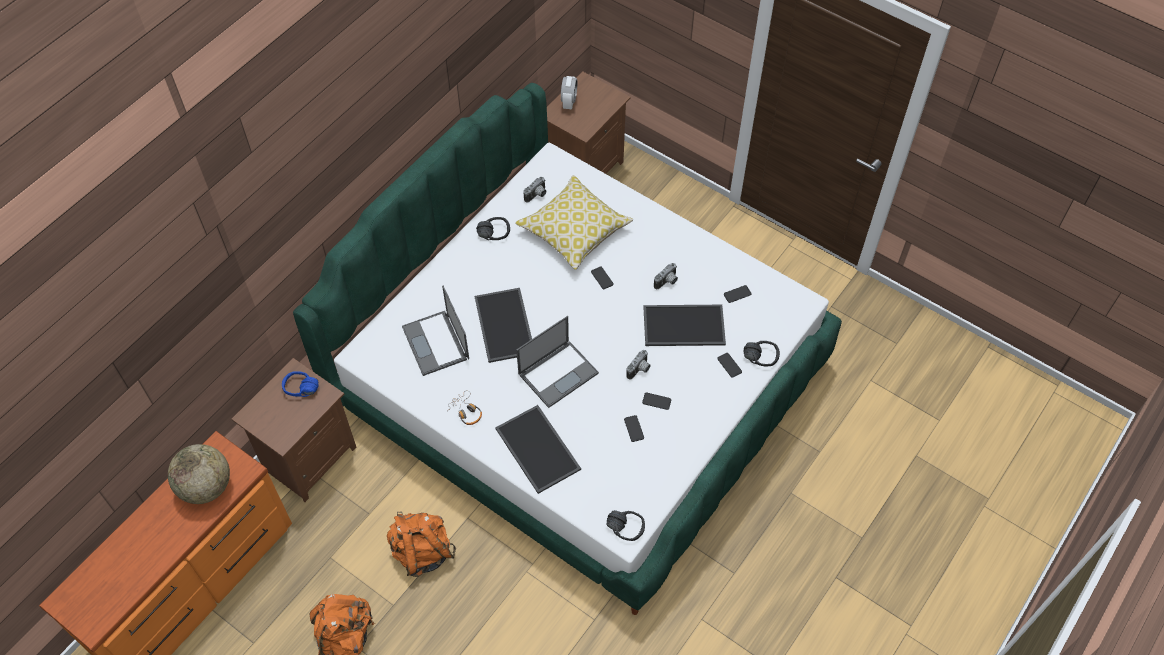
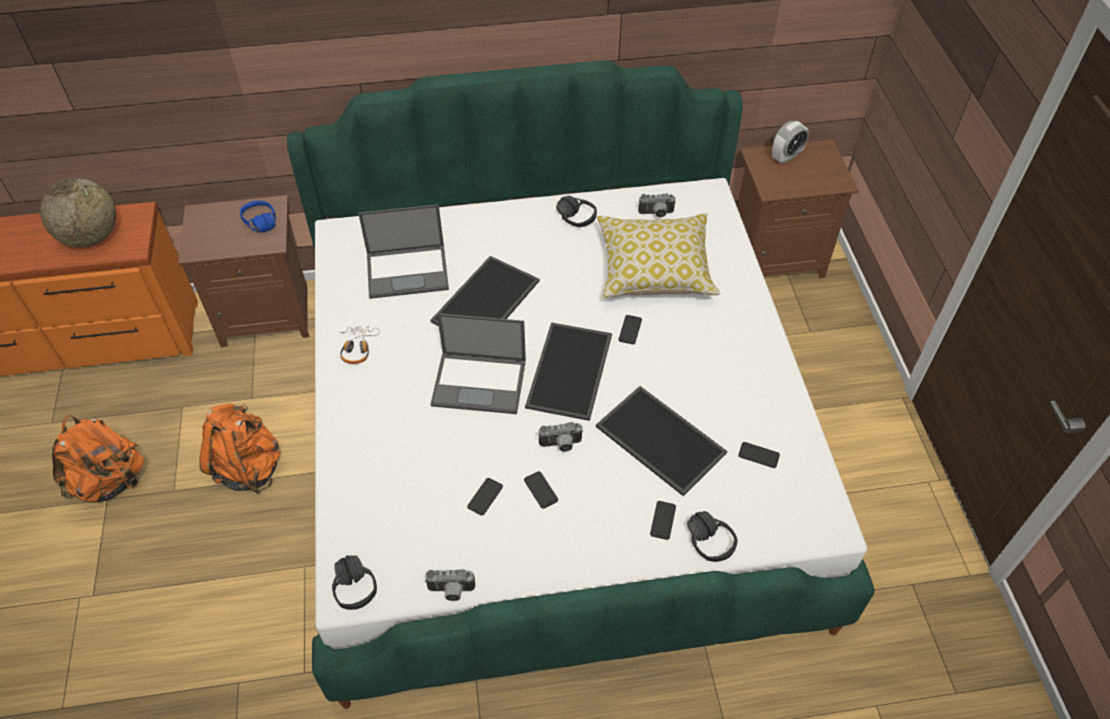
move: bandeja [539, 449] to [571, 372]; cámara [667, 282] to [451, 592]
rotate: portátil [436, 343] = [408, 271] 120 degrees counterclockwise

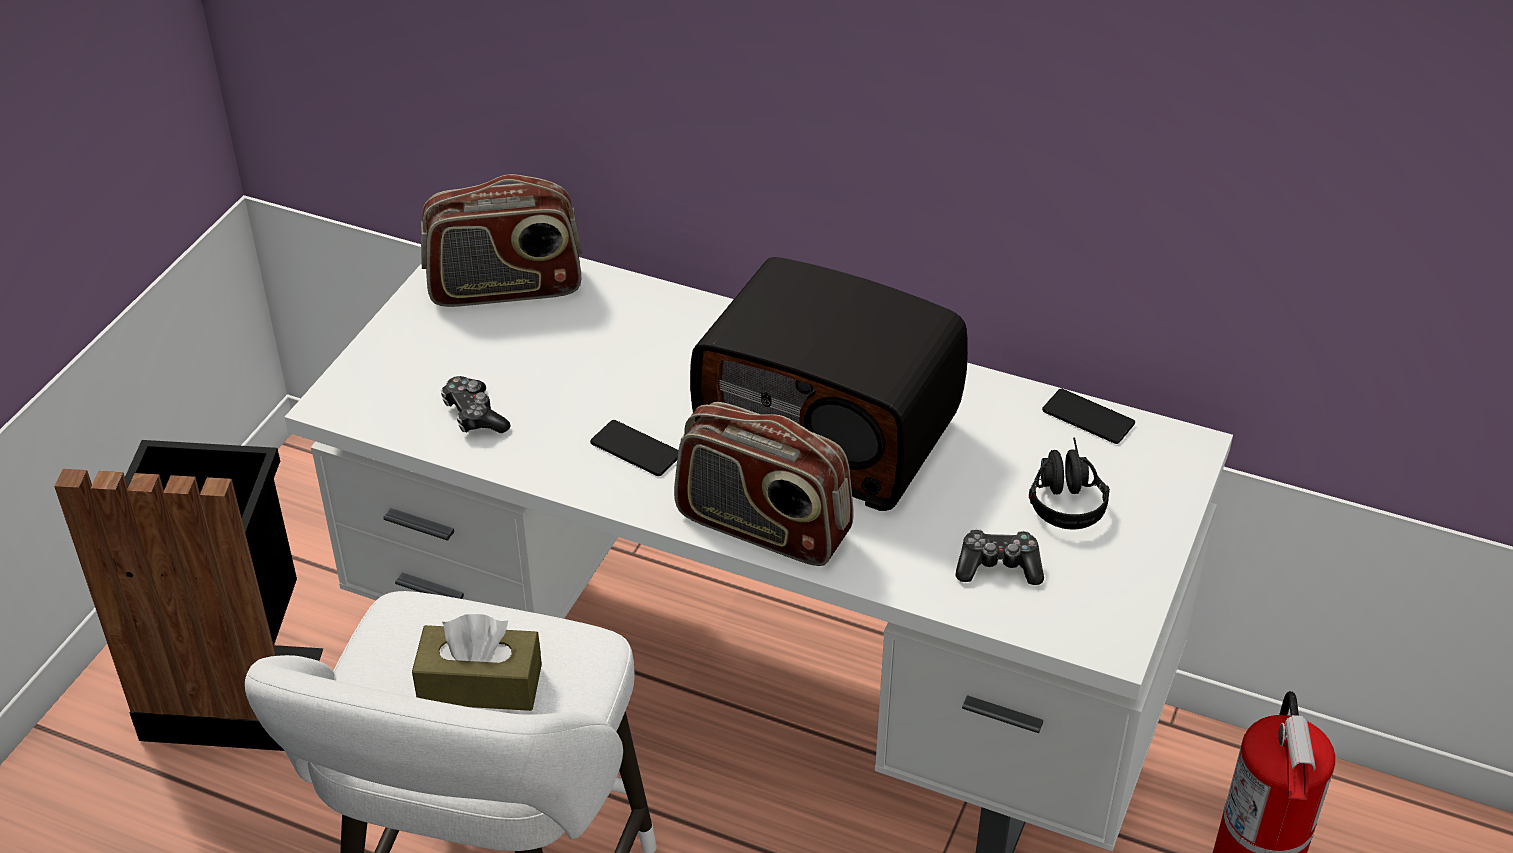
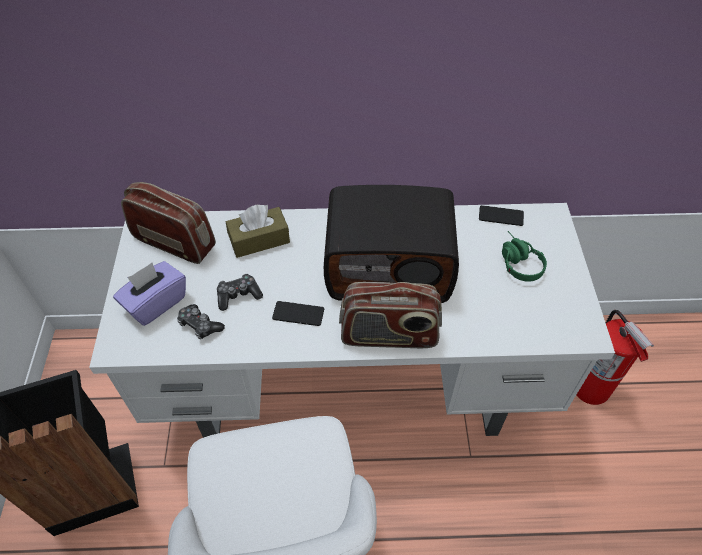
insert: caja de pañuelos/morado [155, 303]
move: caja de pañuelos/marrón [480, 684] to [259, 240]; mando de consola [998, 566] to [238, 295]
recolor: auriculares/negro [1064, 494] to auriculares/verde [516, 261]
rotate: radio [505, 288] = [175, 242] 120 degrees counterclockwise

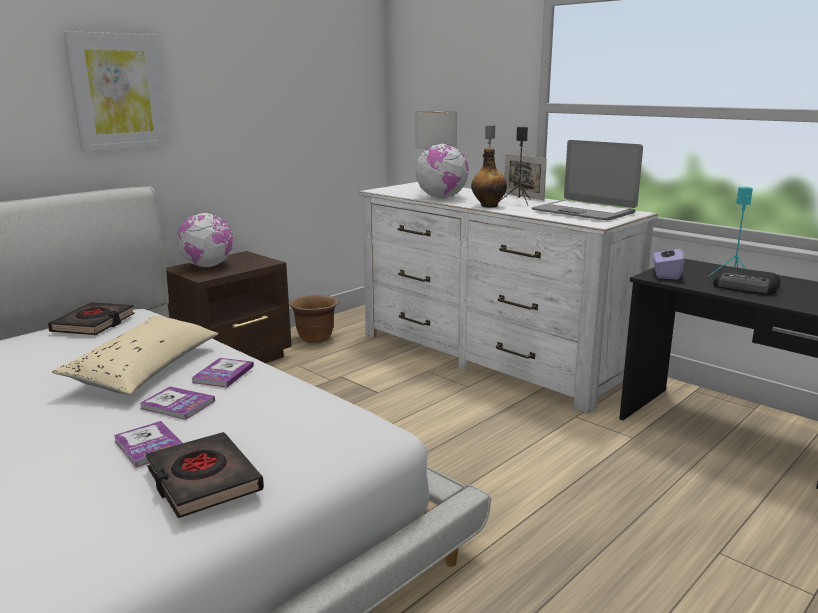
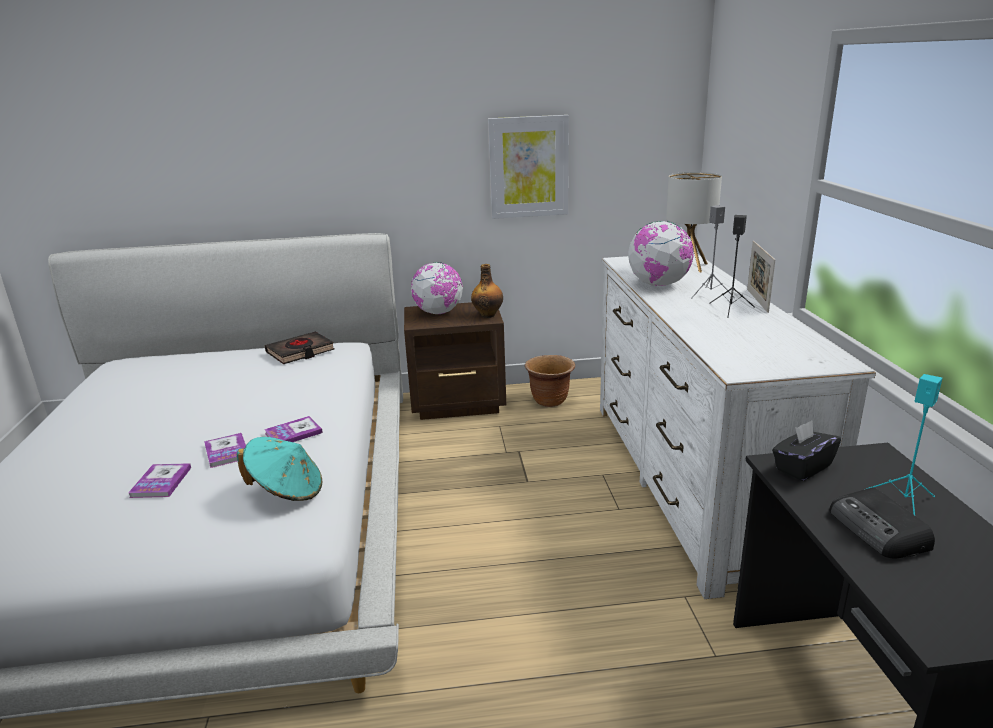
delete: cojín/beis [145, 369]; libro/negro [203, 480]; portátil [584, 212]
insert: sombrero/turquesa [287, 491]
move: cuadro [118, 92] to [528, 167]; botella [488, 206] to [488, 315]
recolor: caja de pañuelos/morado [666, 275] to caja de pañuelos/negro [802, 467]

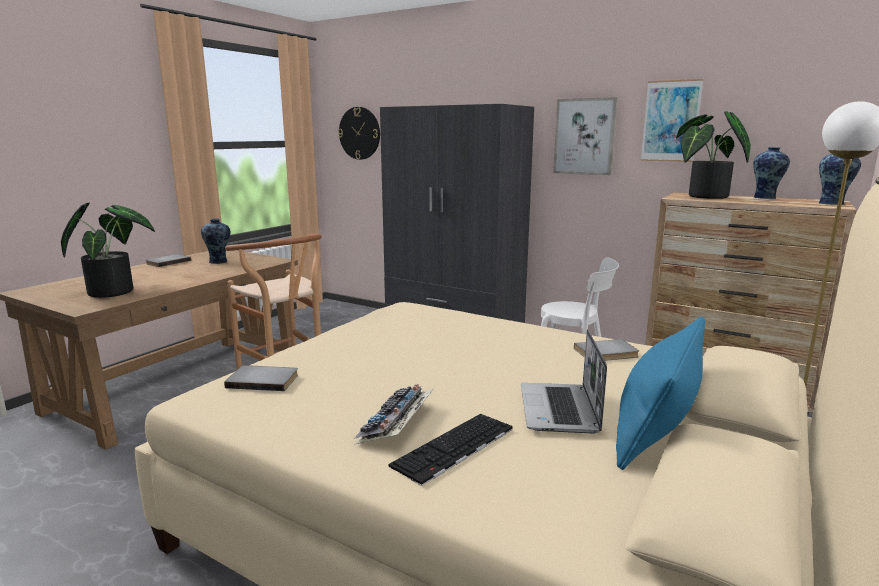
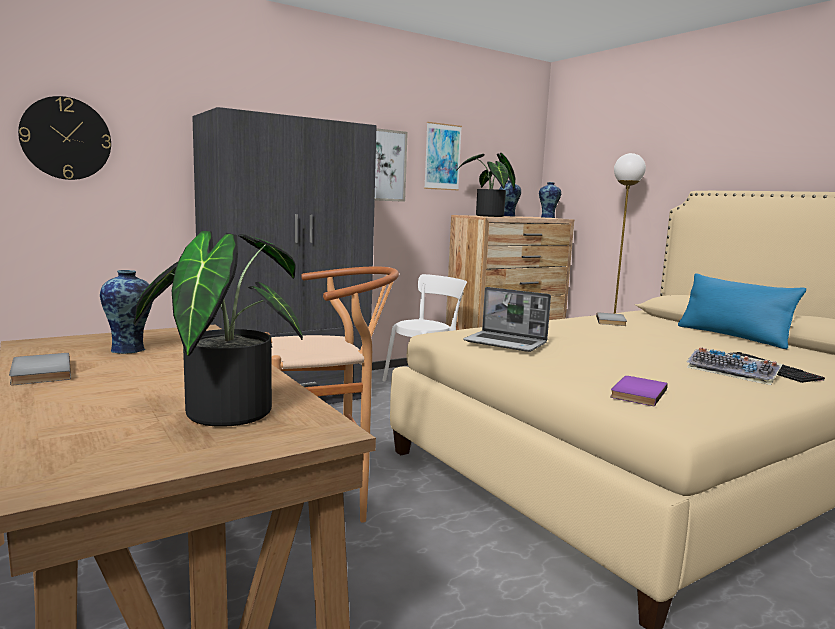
move: portátil [560, 410] to [506, 343]
recolor: libro/gris [263, 380] to libro/morado [636, 393]

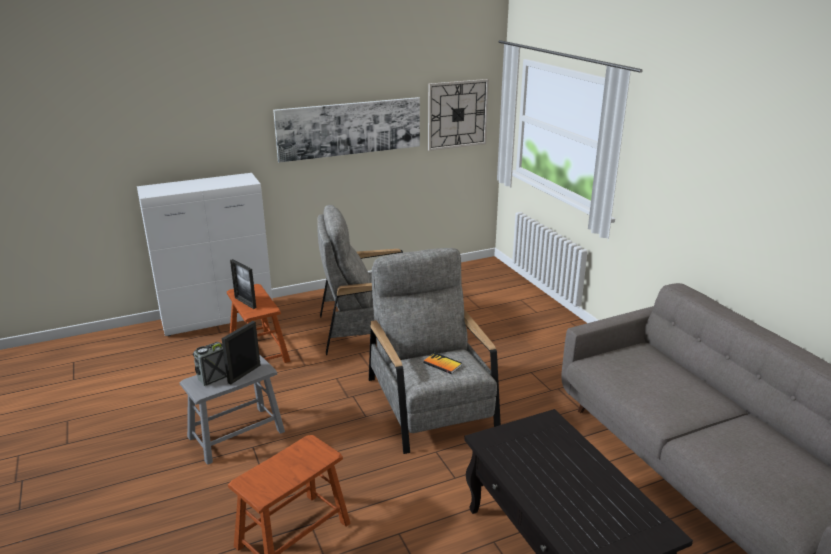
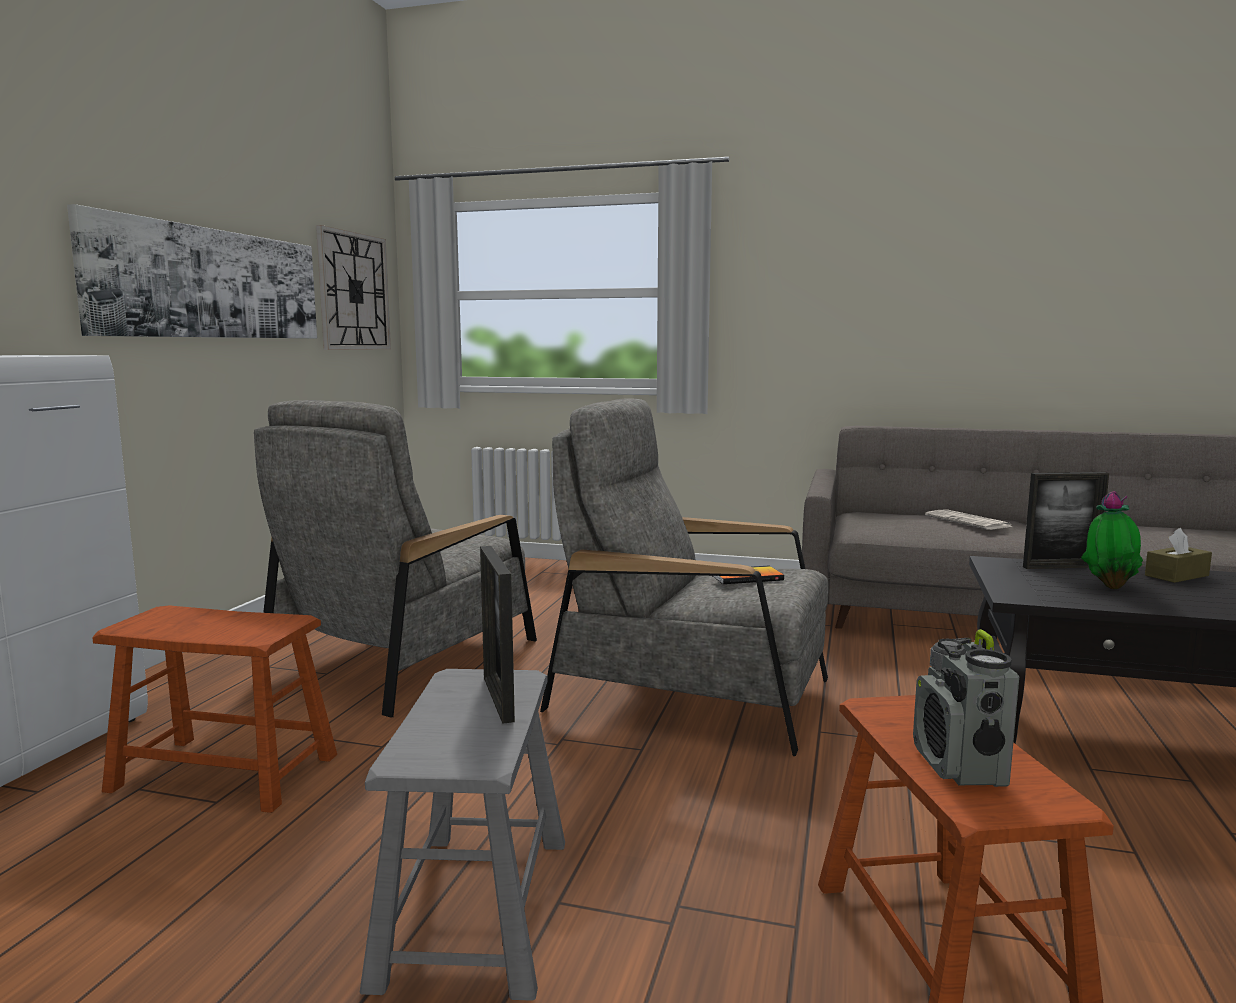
insert: periódico [969, 521]; planta en maceta [1109, 587]; caja de pañuelos/marrón [1176, 575]
move: radio [212, 378] to [959, 766]; portarretratos [245, 303] to [1061, 567]

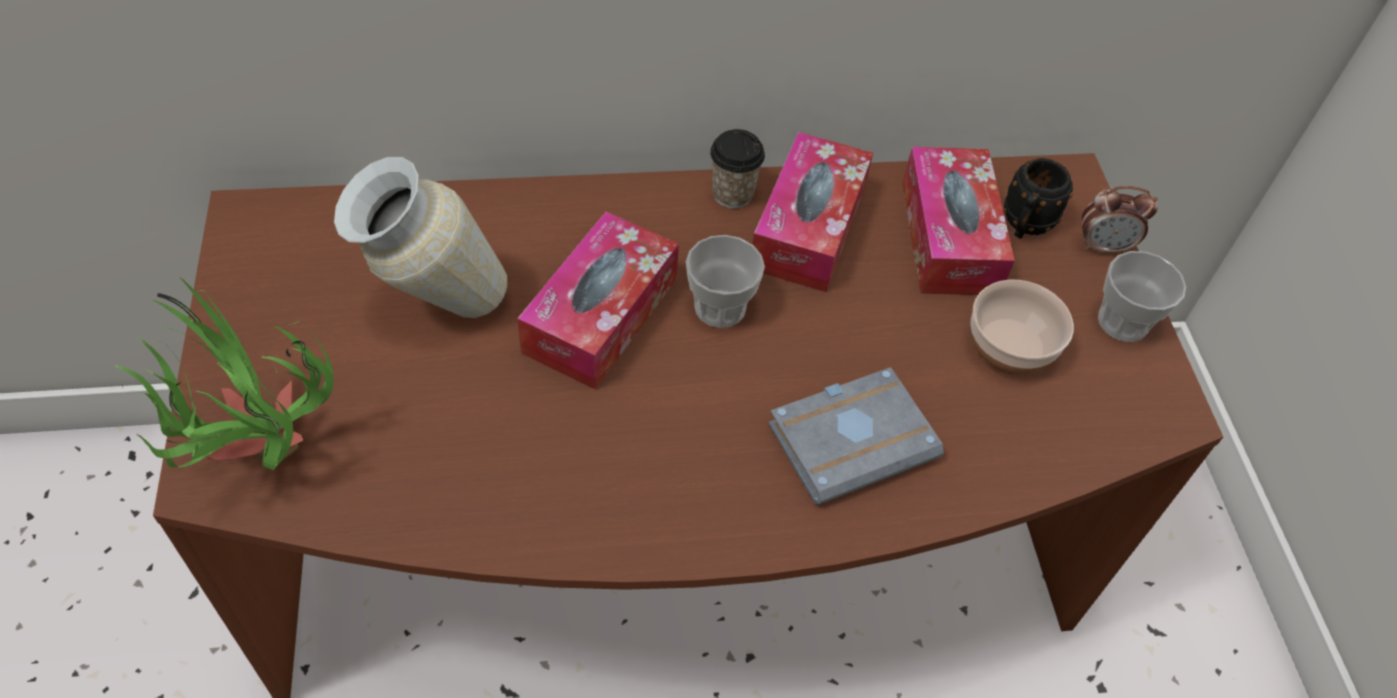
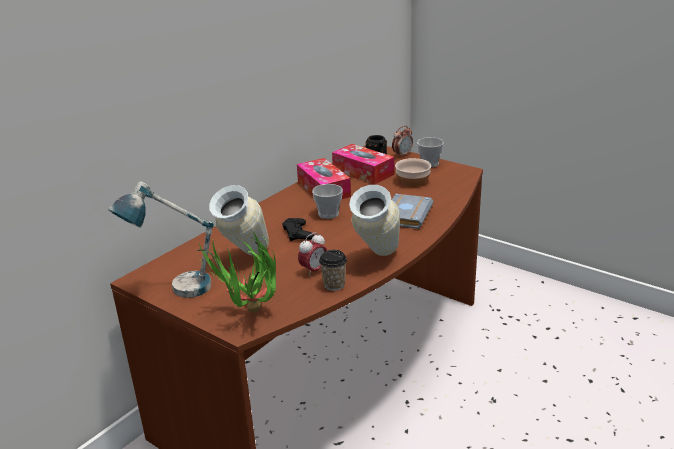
insert: lámpara de mesa [174, 289]; despertador [314, 271]; florero [375, 261]
move: taza [732, 194] to [334, 285]
replace: caja de pañuelos [601, 315] to mando de consola/negro [298, 233]

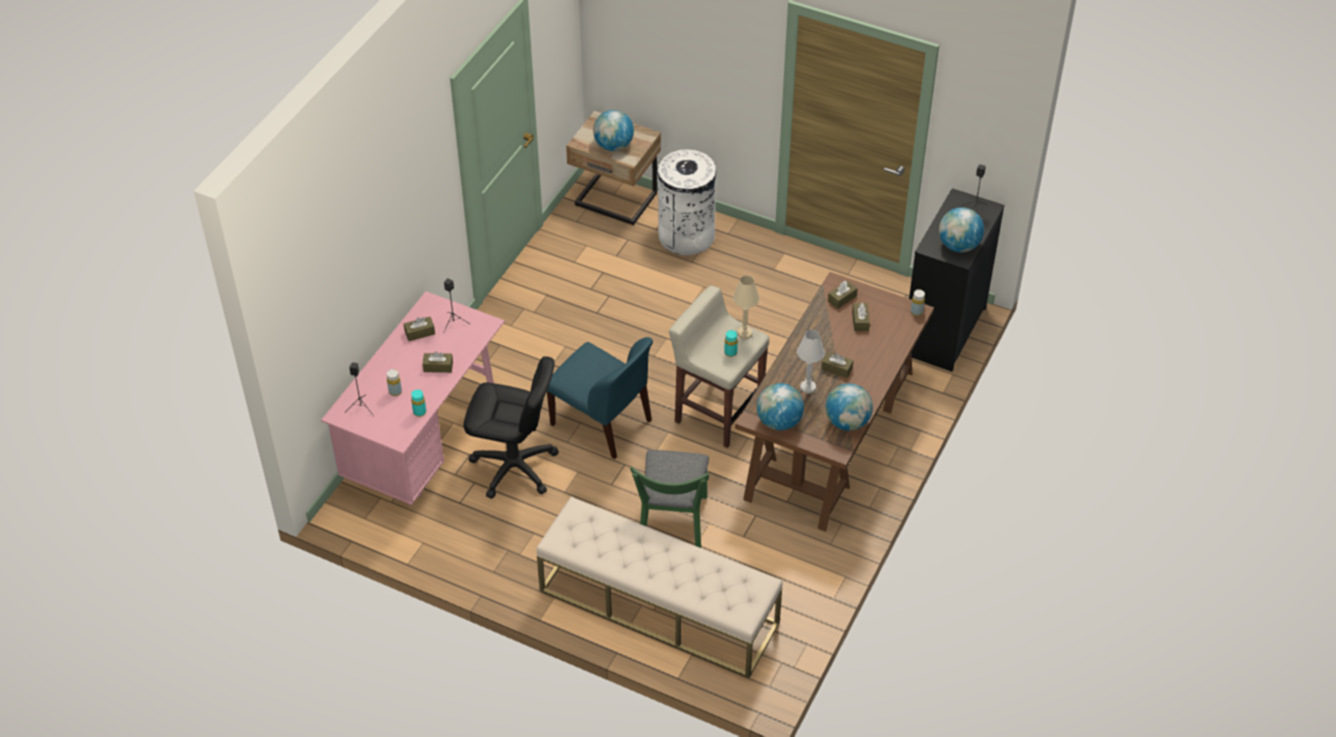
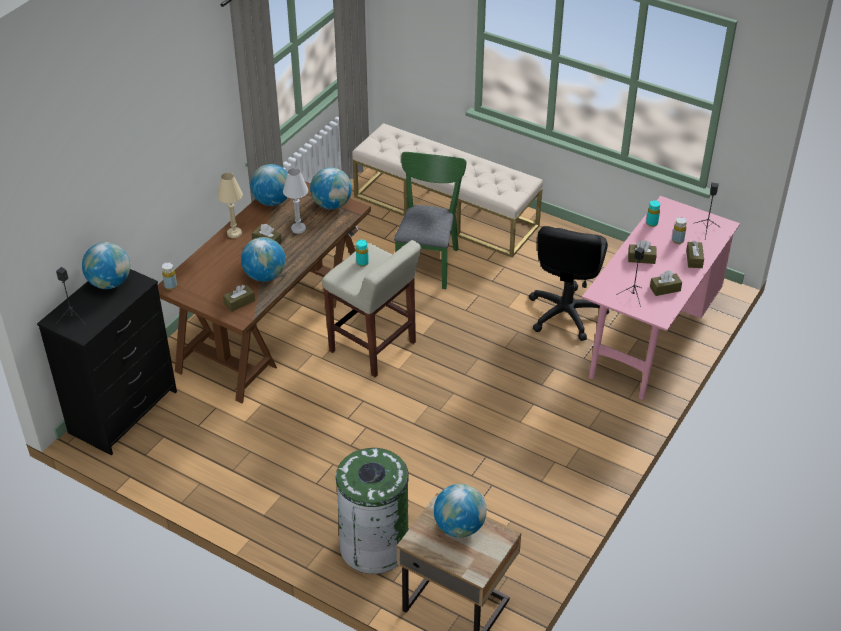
delete: silla/azul [603, 423]
insert: globo terráqueo [264, 276]
move: lámpara de mesa/beis [744, 333] to [234, 233]; caja de pañuelos/marrón [860, 321] to [694, 259]
recolor: papelera/blanco [686, 236] to papelera/verde [374, 546]
rotate: silla de oficina/negro [514, 467] = [565, 313] 90 degrees counterclockwise

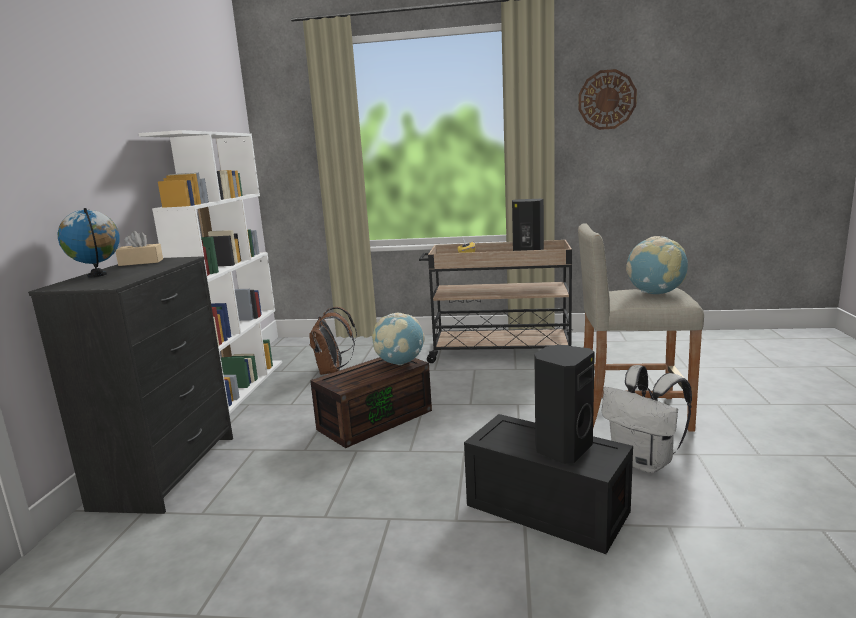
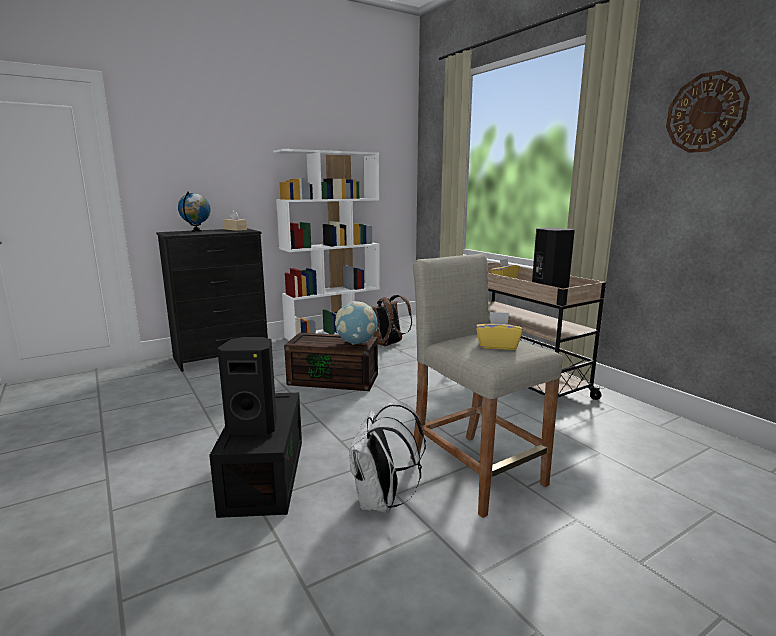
replace: globo terráqueo [655, 293] to caja de pañuelos/amarillo [497, 346]

